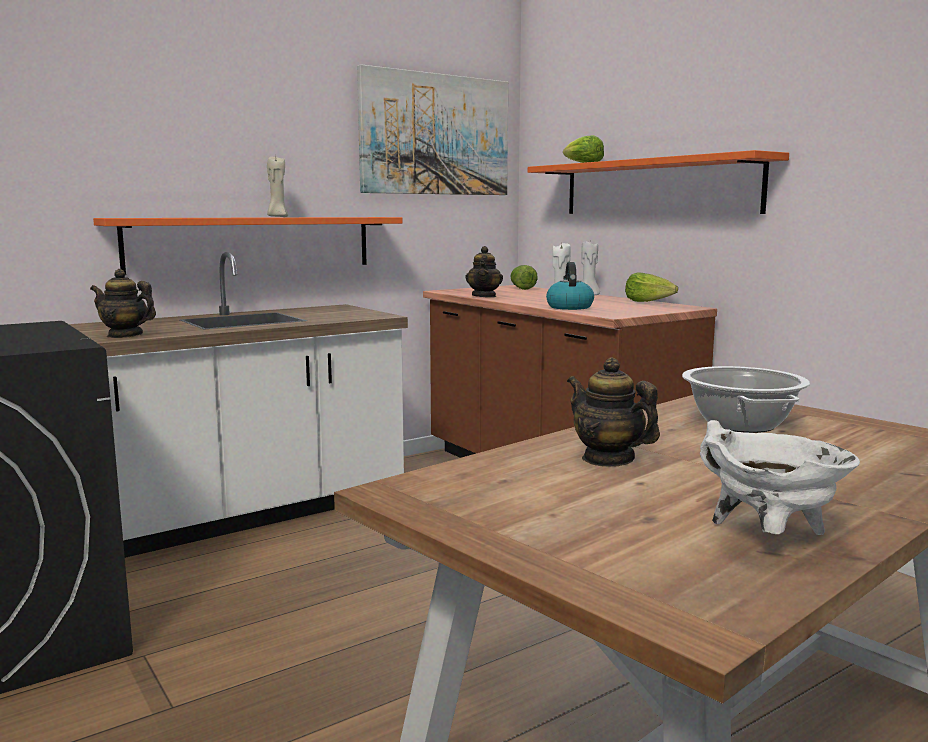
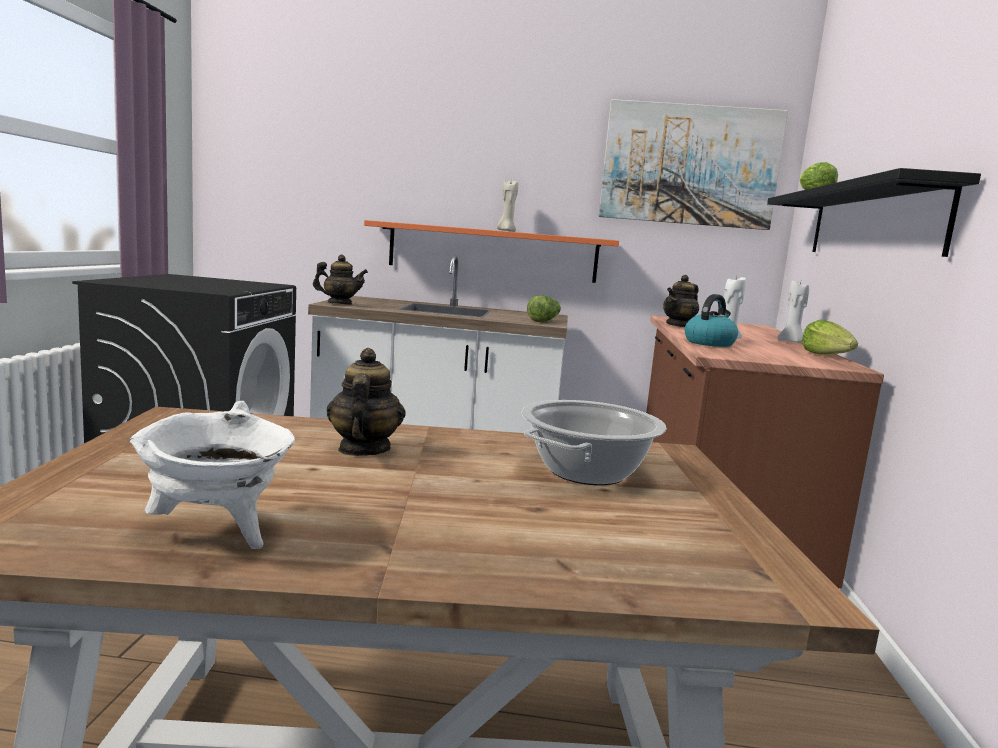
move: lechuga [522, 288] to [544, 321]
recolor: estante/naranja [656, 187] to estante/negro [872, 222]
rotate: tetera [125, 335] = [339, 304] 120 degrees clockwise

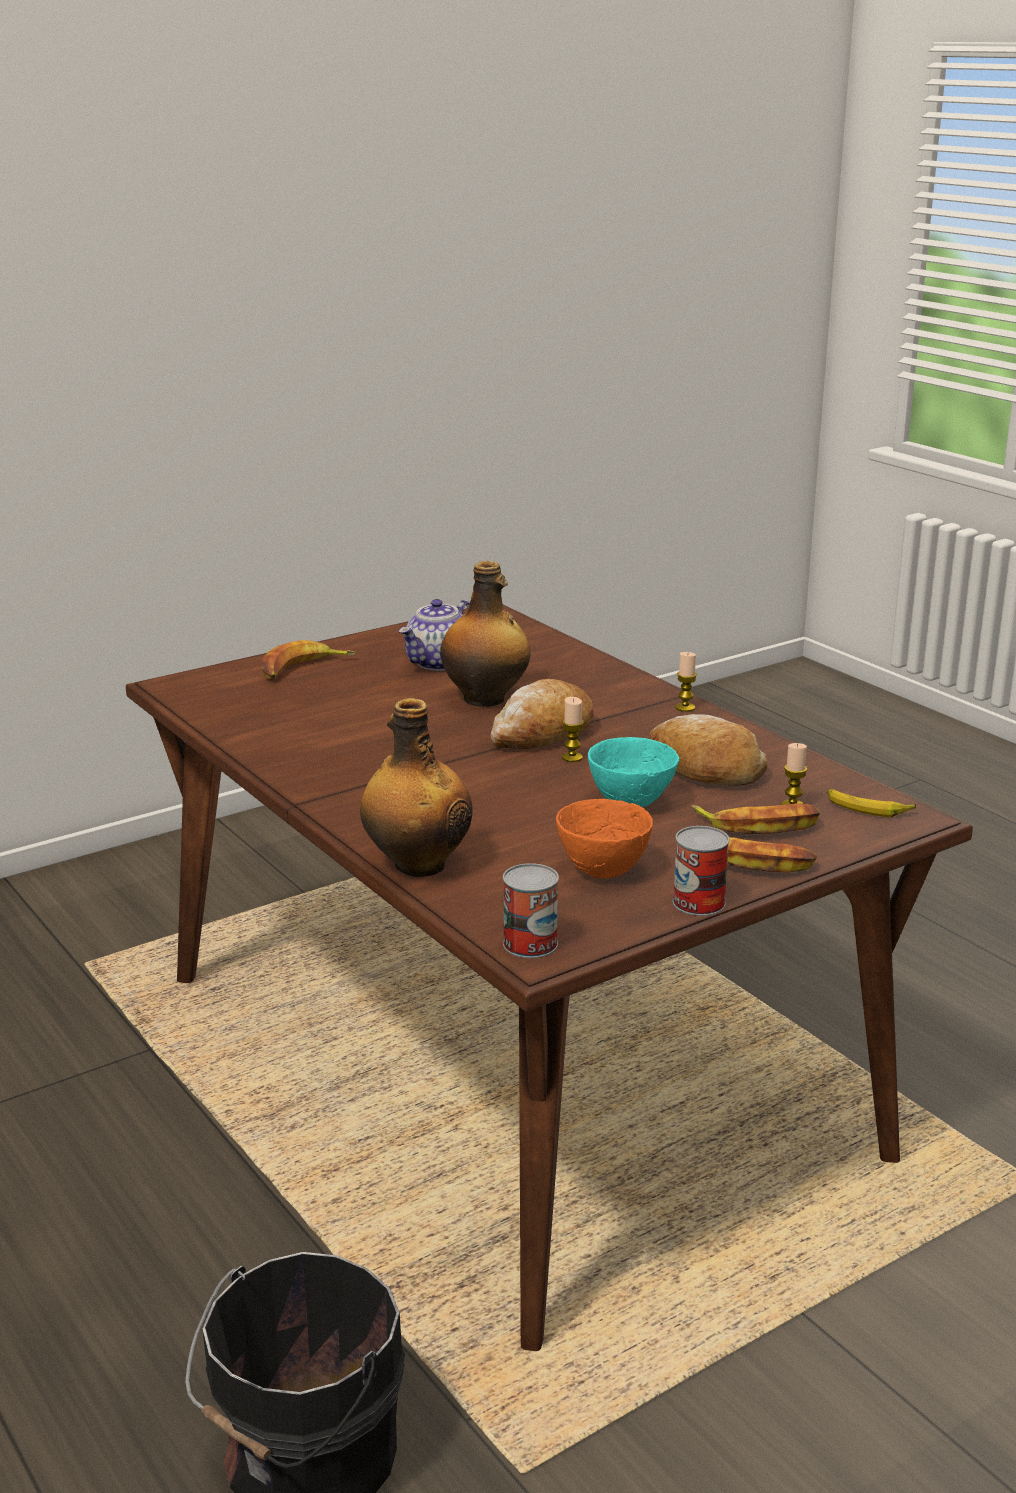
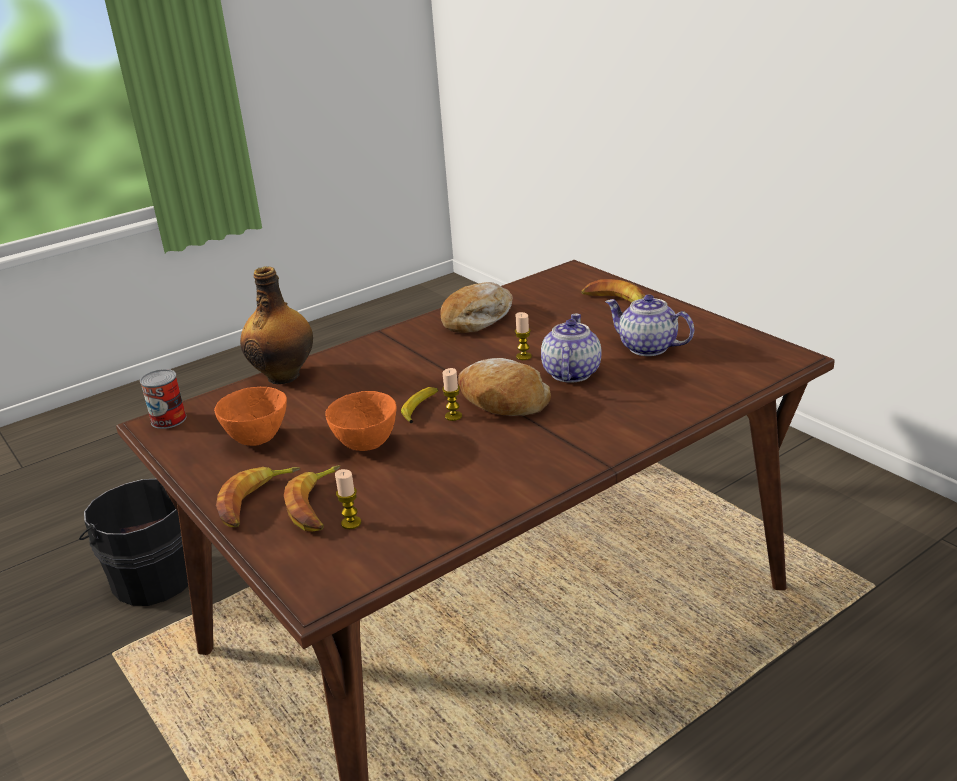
delete: lata [698, 902]
move: pan [704, 768] to [477, 318]; vela [685, 708] to [523, 356]; plátano [867, 808] to [420, 409]
replace: botella [485, 699] to tetera [570, 373]
recolor: cuenco/turquesa [630, 802] to cuenco/naranja [367, 445]

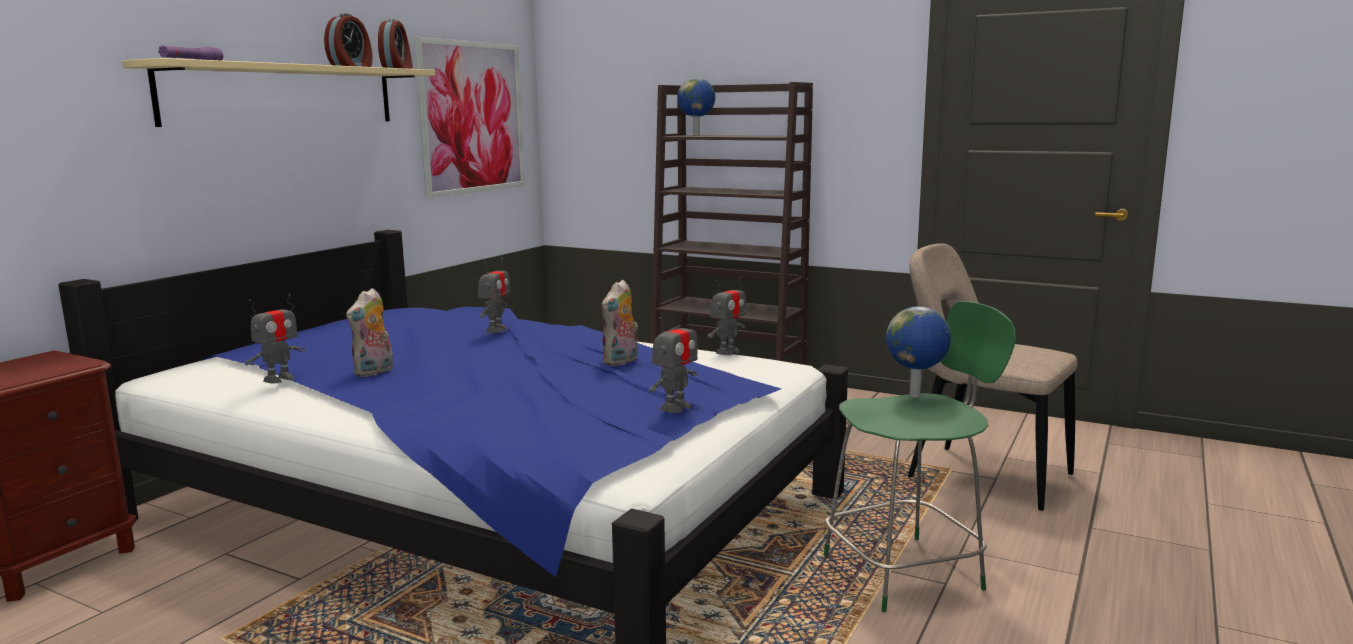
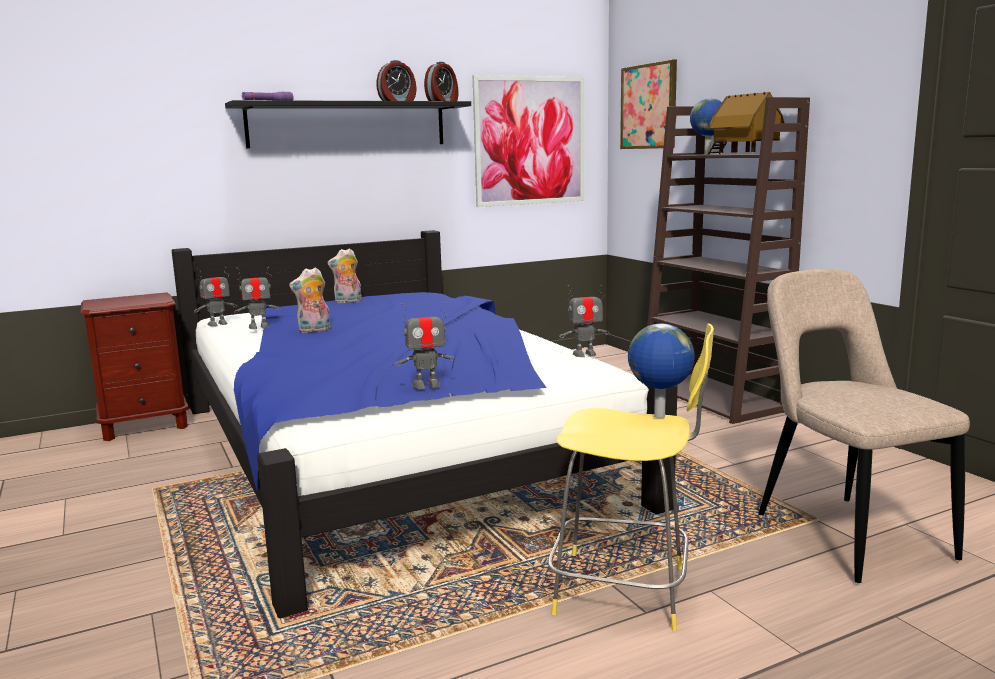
insert: cuadro [649, 106]; casita [743, 153]
move: robot de juguete [496, 330] to [218, 324]; peluche [621, 361] to [348, 301]
recolor: estante/beis [283, 95] to estante/negro [348, 124]; taburete/verde [907, 571] to taburete/amarillo [626, 591]

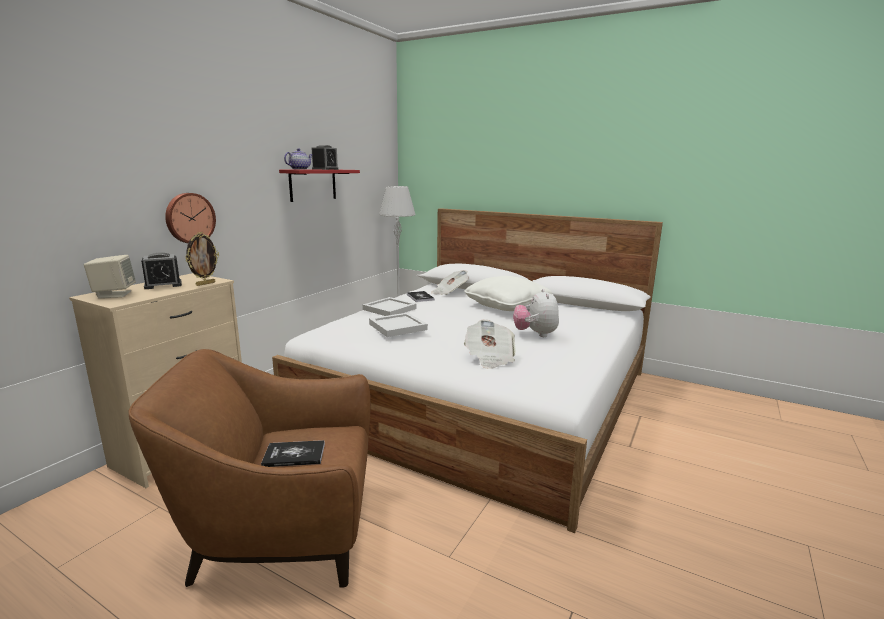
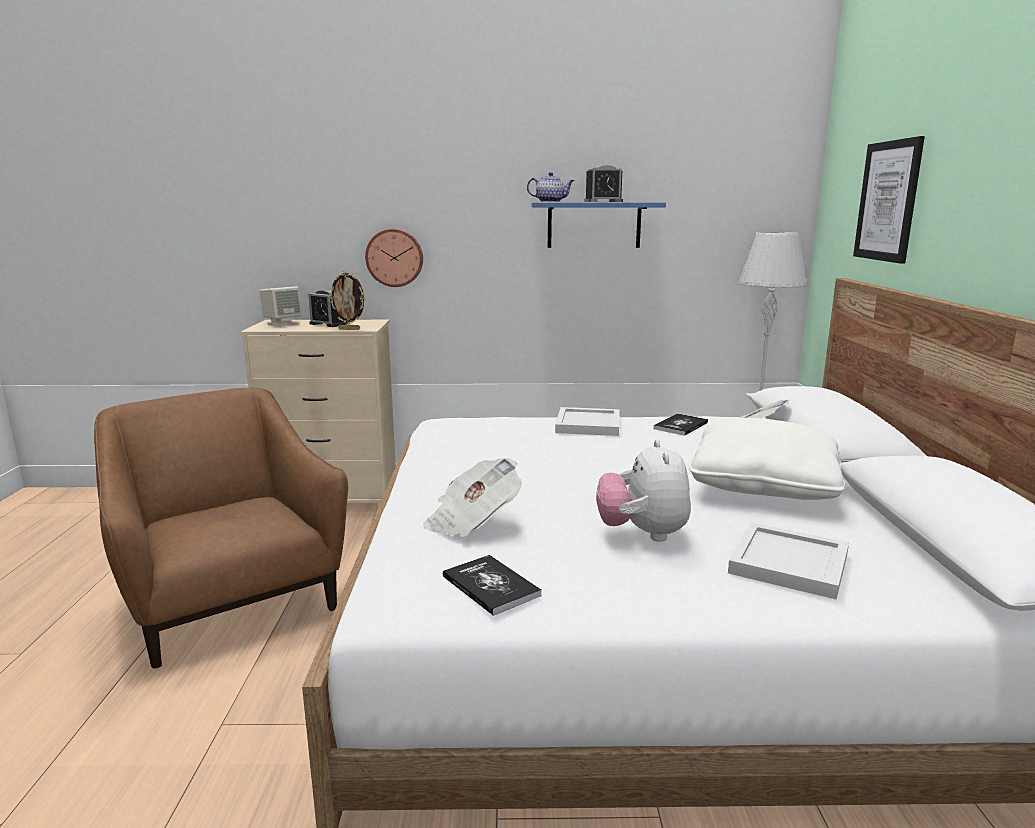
insert: cuadro [888, 201]
move: libro [294, 455] to [490, 586]; bandeja/blanco [398, 327] to [790, 565]
recolor: estante/rojo [313, 185] to estante/azul [594, 225]
rotate: peluche [535, 334] = [643, 533] 60 degrees counterclockwise

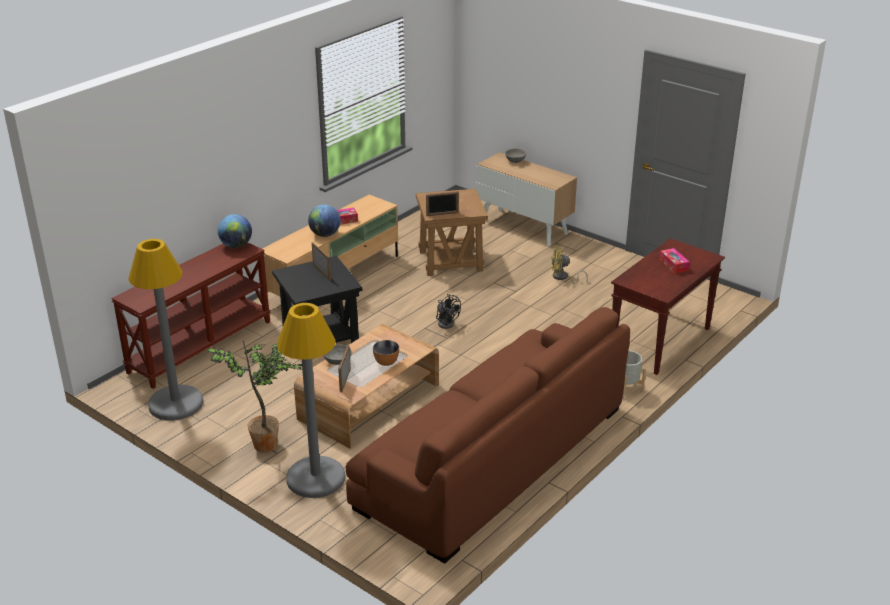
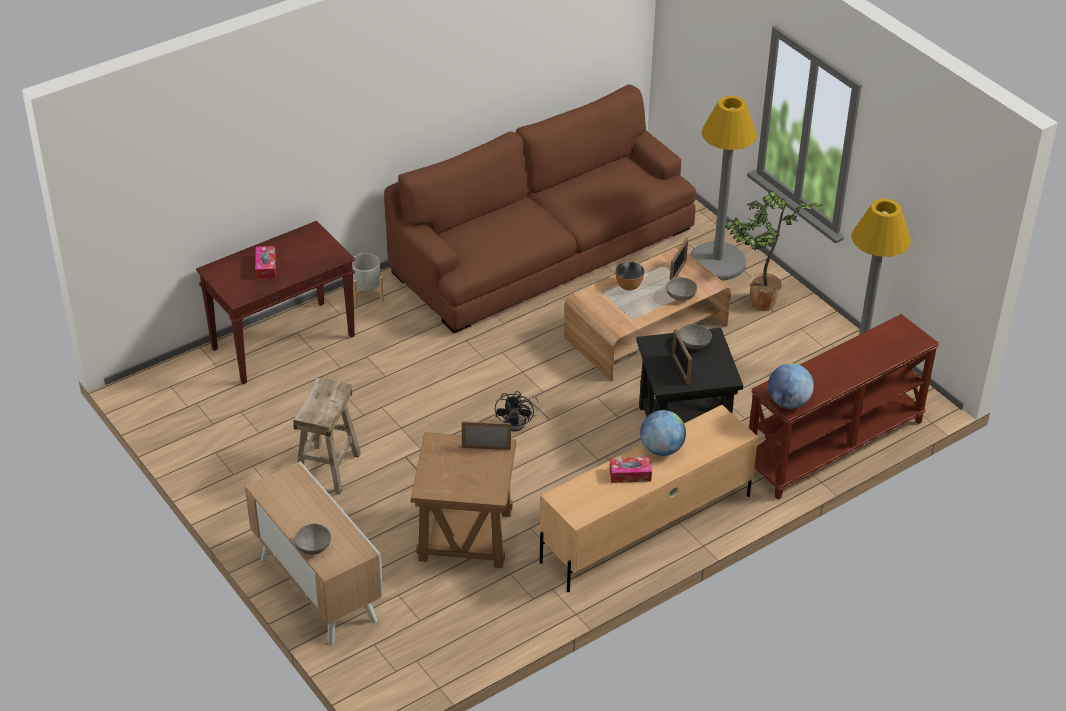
insert: cuenco/gris [693, 344]
replace: ventilador/amarillo [563, 277] to taburete/beis [327, 468]
rotate: ventilador/negro [446, 322] = [519, 422] 150 degrees counterclockwise

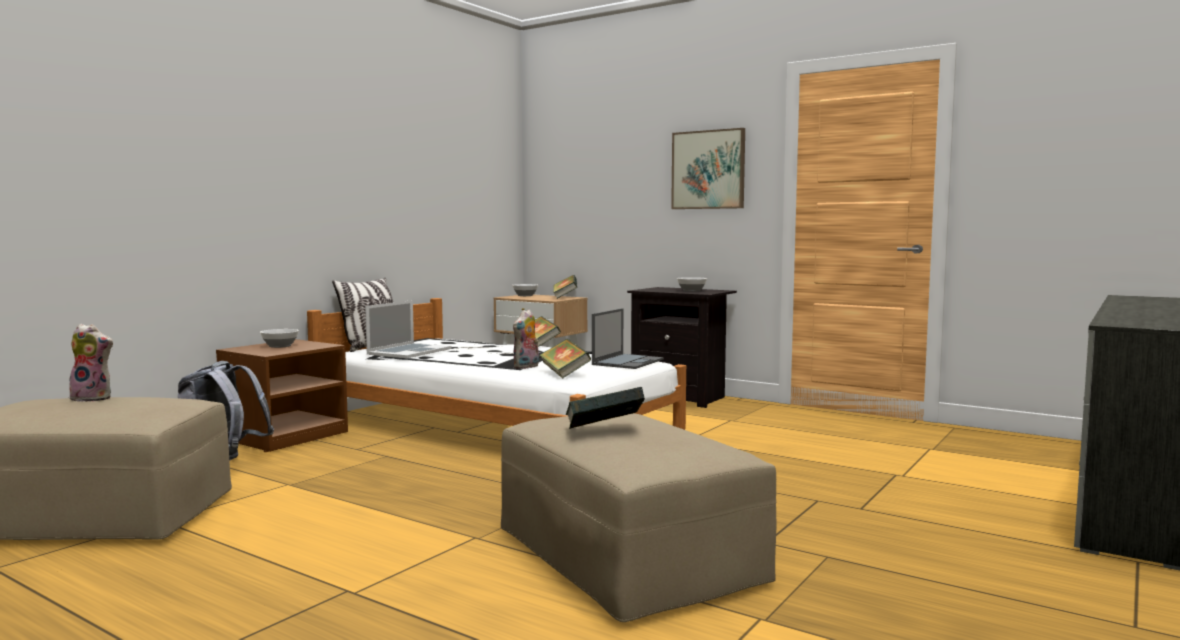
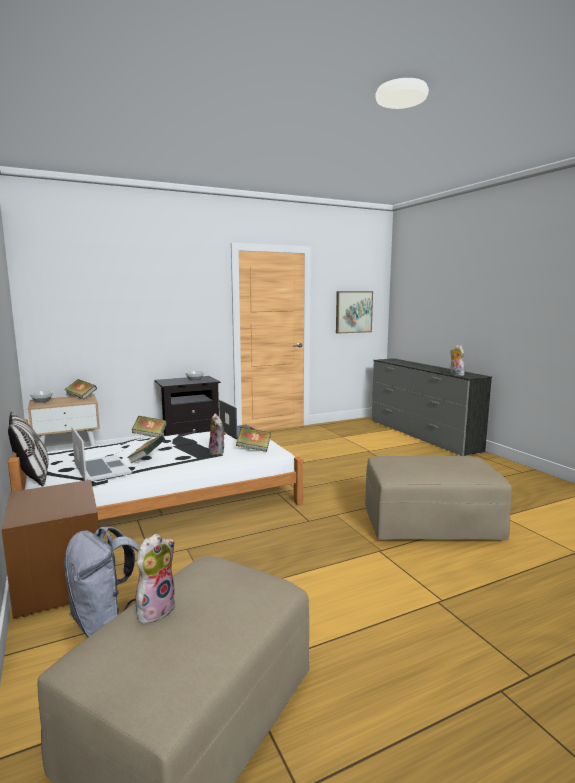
delete: cuenco [279, 346]
insert: peluche [455, 374]
move: libro [604, 431] to [147, 459]; cuadro [708, 170] to [353, 312]

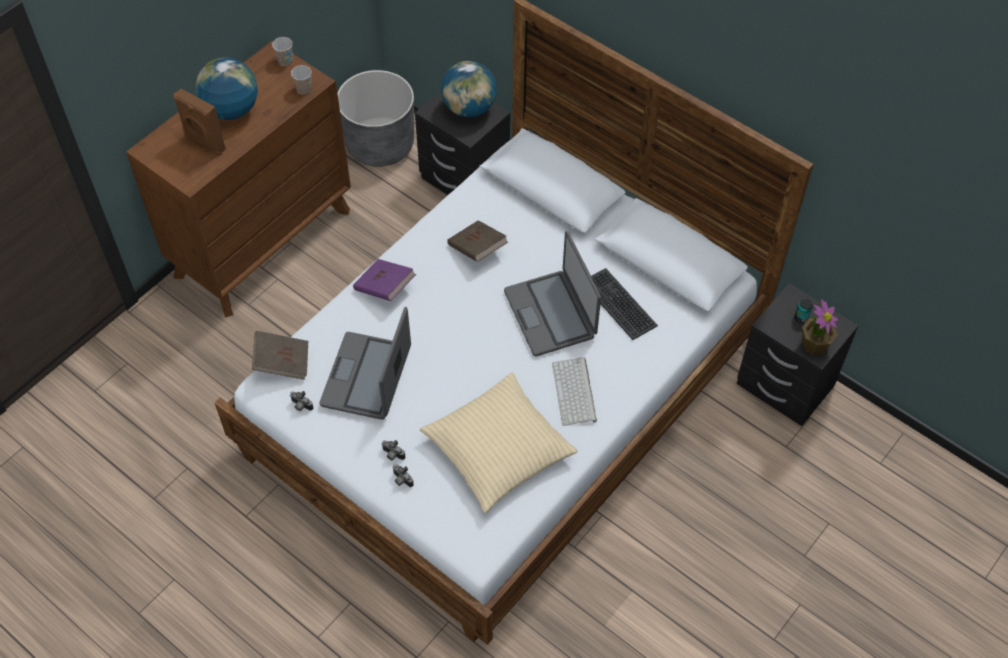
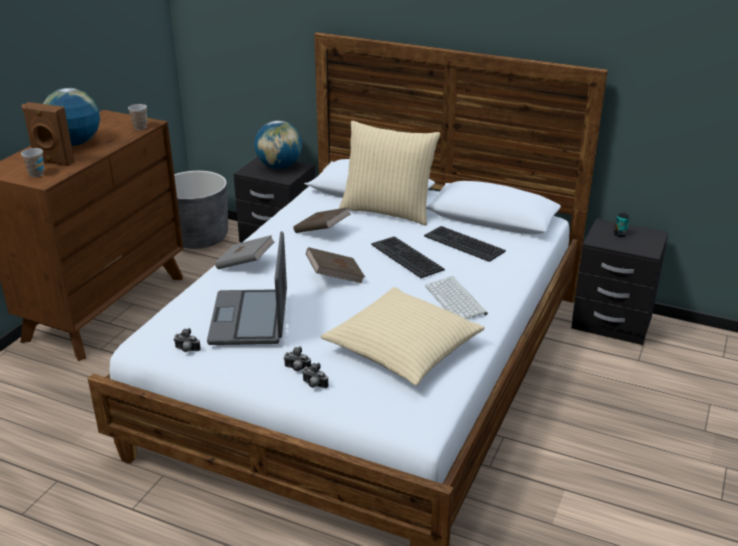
delete: planta en maceta [814, 344]
insert: cojín/beis [387, 211]
move: libro/marrón [282, 362] to [335, 277]; taza [285, 61] to [36, 174]
replace: portátil [551, 314] to teclado [407, 257]
recolor: libro/morado [385, 288] to libro/gris [245, 264]

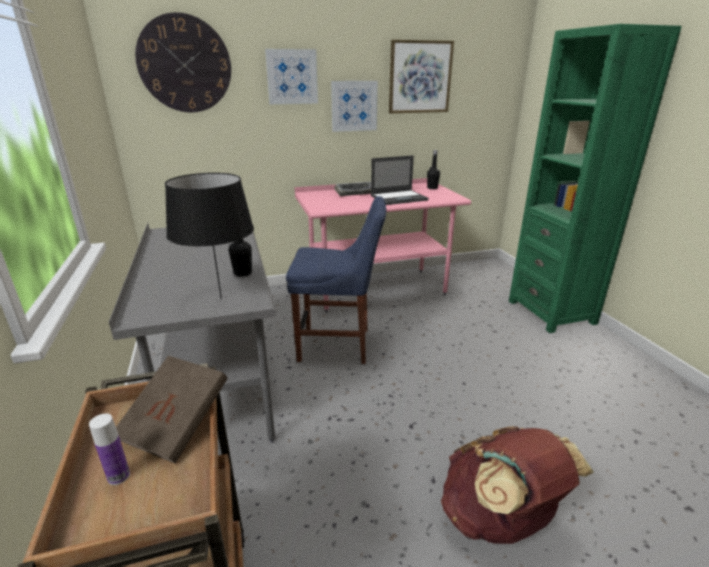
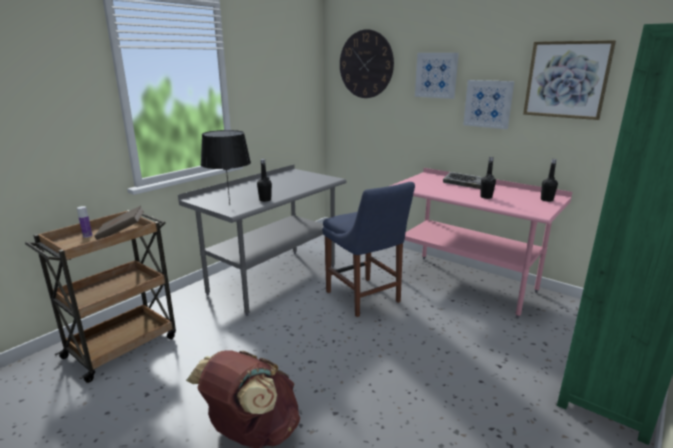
replace: portátil [399, 198] to botella/negro [486, 197]

